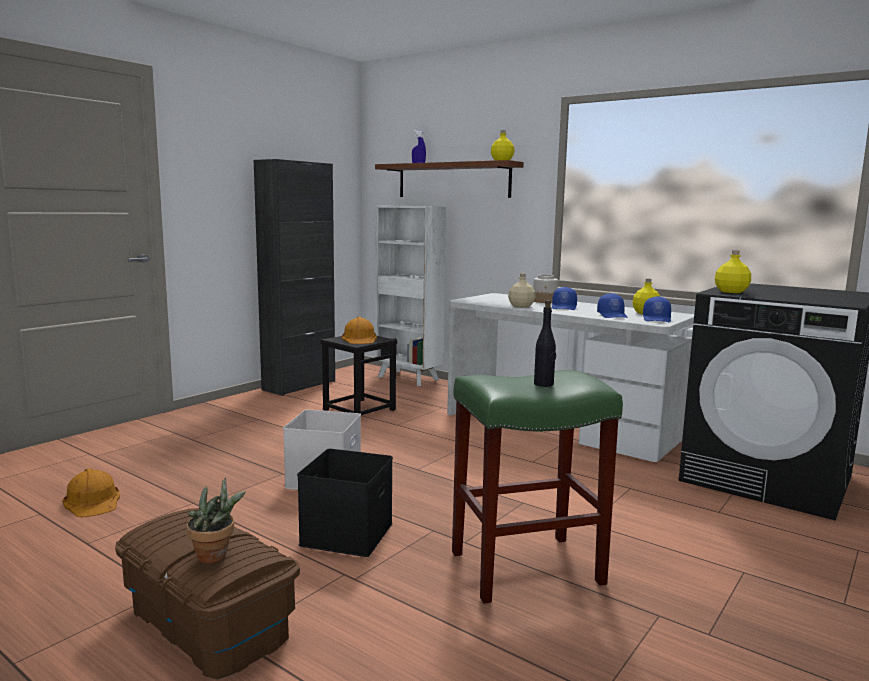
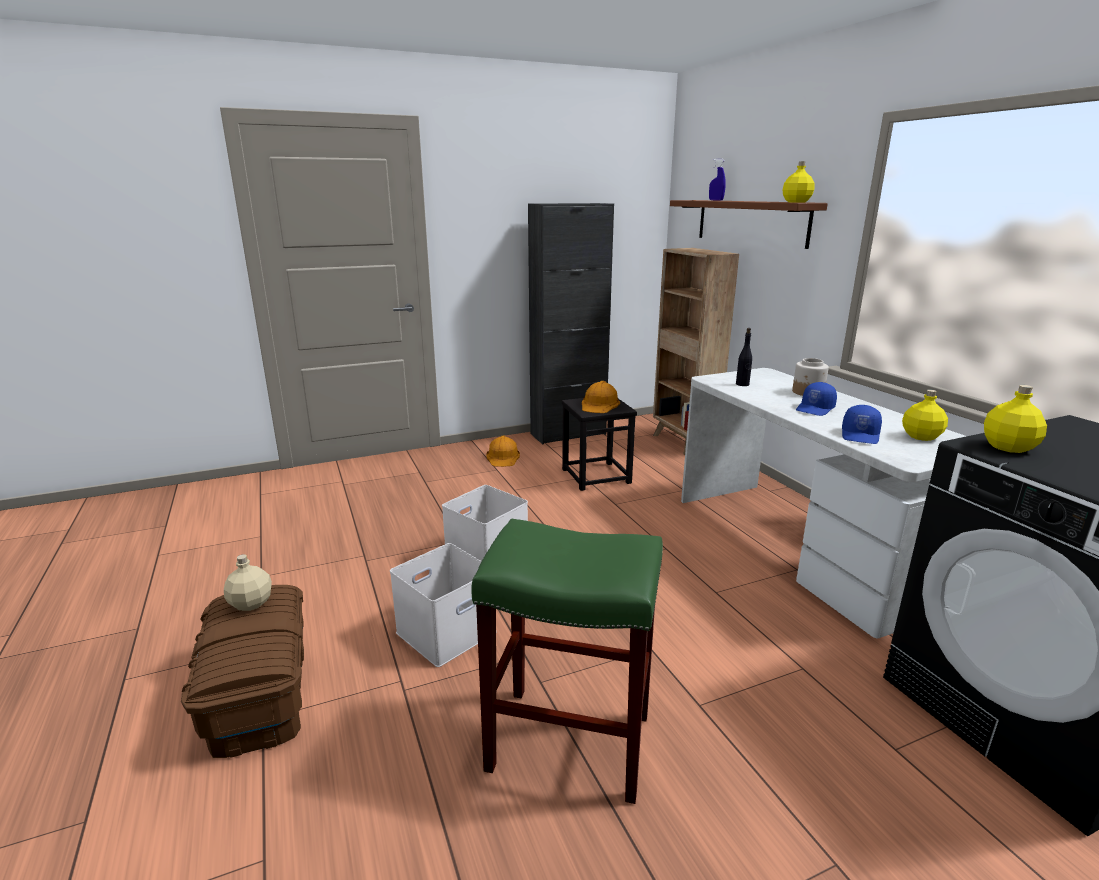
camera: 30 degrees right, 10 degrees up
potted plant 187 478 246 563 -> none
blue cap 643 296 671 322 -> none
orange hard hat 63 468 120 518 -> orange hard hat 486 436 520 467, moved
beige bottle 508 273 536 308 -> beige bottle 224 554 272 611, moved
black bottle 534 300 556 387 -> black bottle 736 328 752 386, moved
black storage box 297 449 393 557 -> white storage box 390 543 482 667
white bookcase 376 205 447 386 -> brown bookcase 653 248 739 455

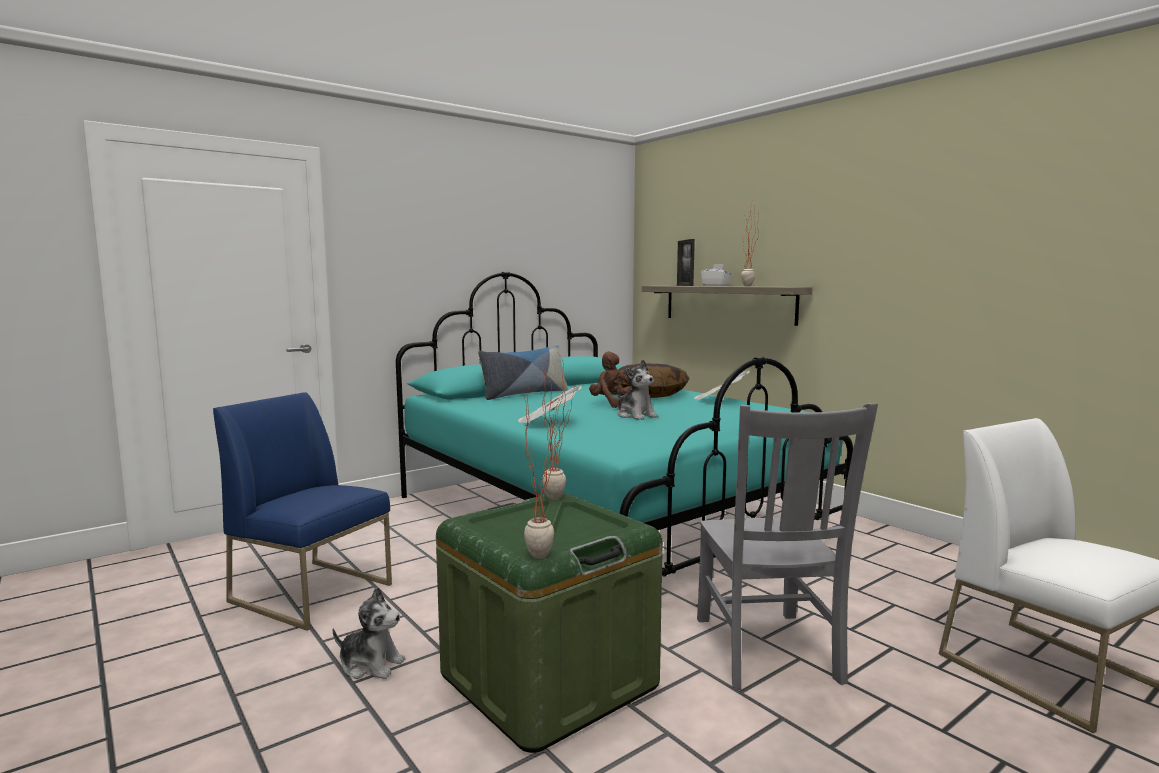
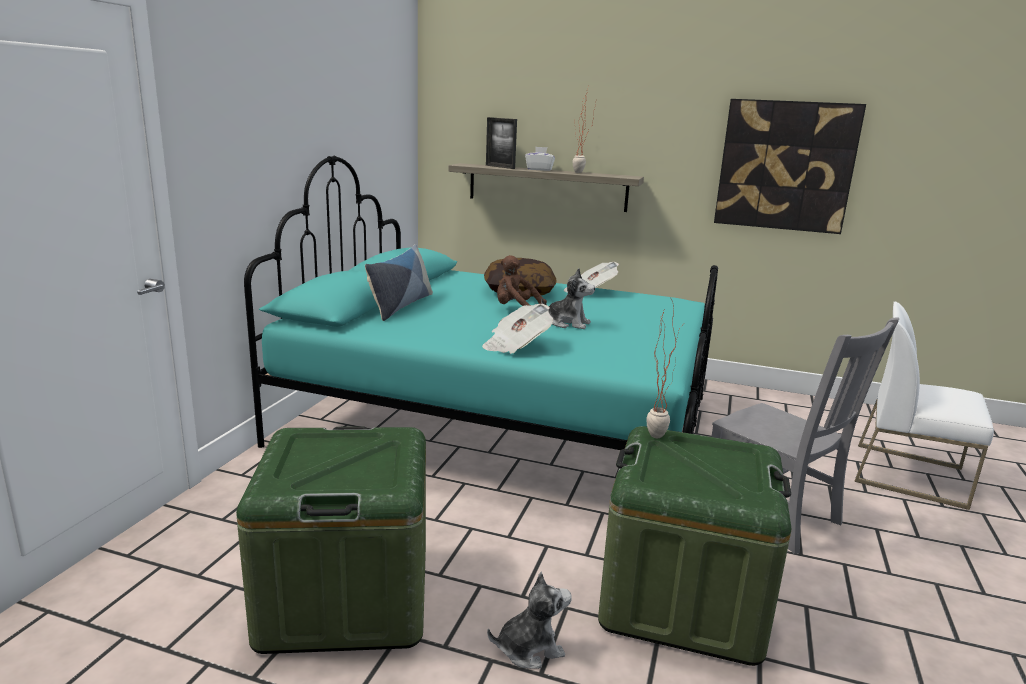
camera: 35 degrees left, 10 degrees up
potted plant 524 372 569 559 -> none
none -> picture 714 99 866 234
blue chair 213 392 392 631 -> green storage box 236 427 426 654

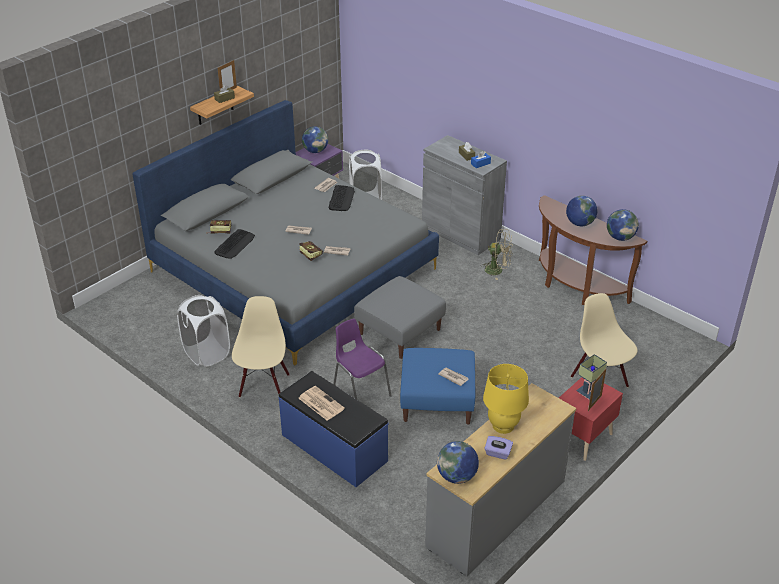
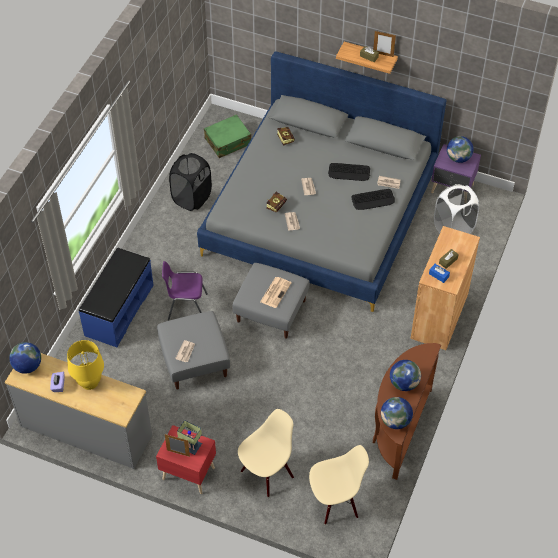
camera: 70 degrees right, 15 degrees up
beige fan 481 229 513 280 -> none
none -> green suitcase 204 114 251 158
keyboard 214 229 255 259 -> keyboard 328 163 370 181, moved
beige chair 232 296 290 397 -> beige chair 309 445 369 525, moved
newspaper 299 386 345 421 -> newspaper 260 277 292 308, moved
white laundry basket 177 295 230 367 -> black laundry basket 169 153 212 211
blue ottoman 400 348 475 424 -> grey ottoman 157 311 230 389
grey cabinet 422 135 507 255 -> brown cabinet 411 226 480 350
purple chair 333 318 392 399 -> purple chair 162 261 208 320, 120 degrees counterclockwise

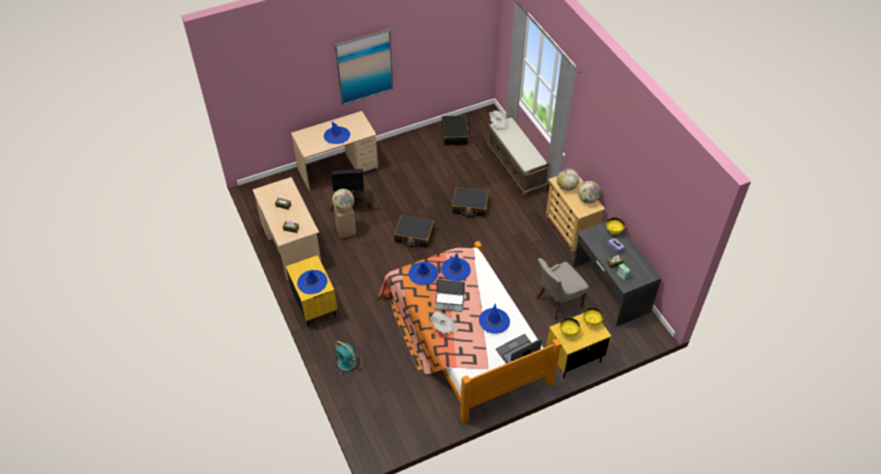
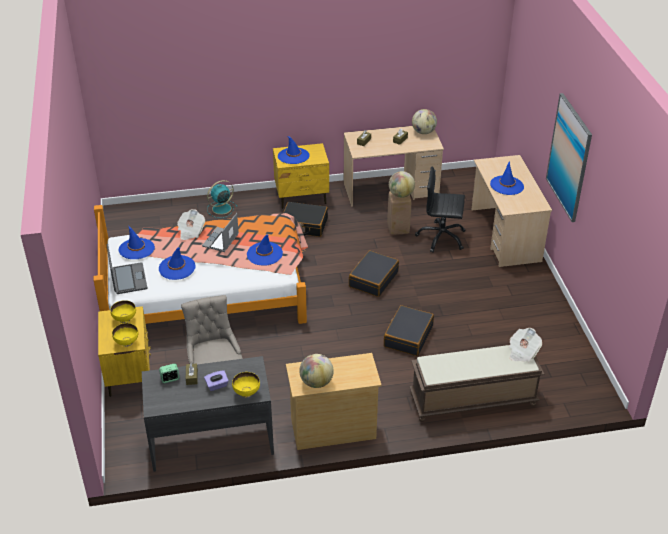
camera: 105 degrees right, 10 degrees down
blue hat 409 262 438 285 -> blue hat 118 226 155 259, moved
black suitcase 442 115 469 145 -> black suitcase 283 202 328 237, moved
globe 557 168 579 191 -> globe 412 109 437 134, moved

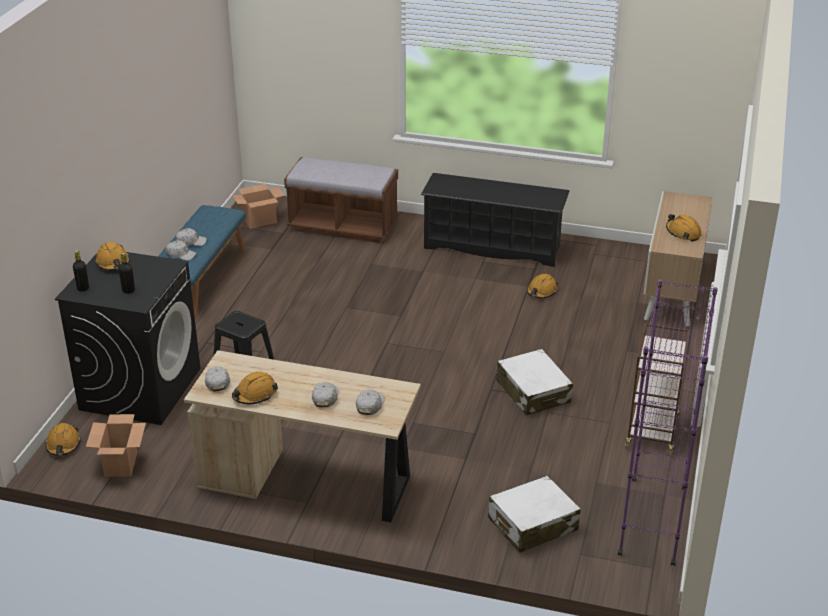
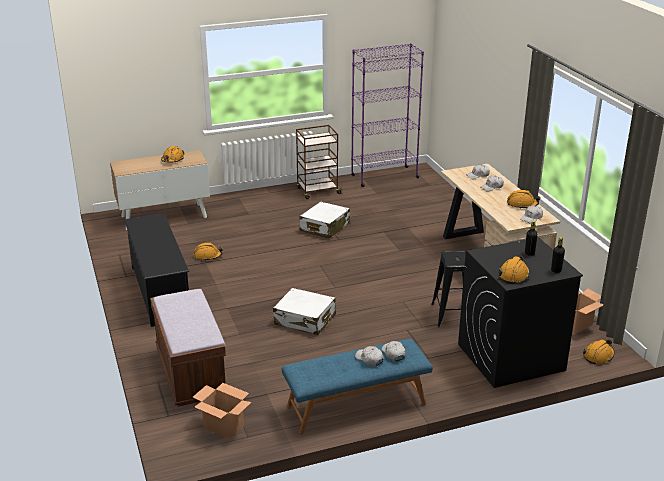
camera: 125 degrees left, 5 degrees down
white suitcase 488 476 581 553 -> white suitcase 273 288 336 335, moved

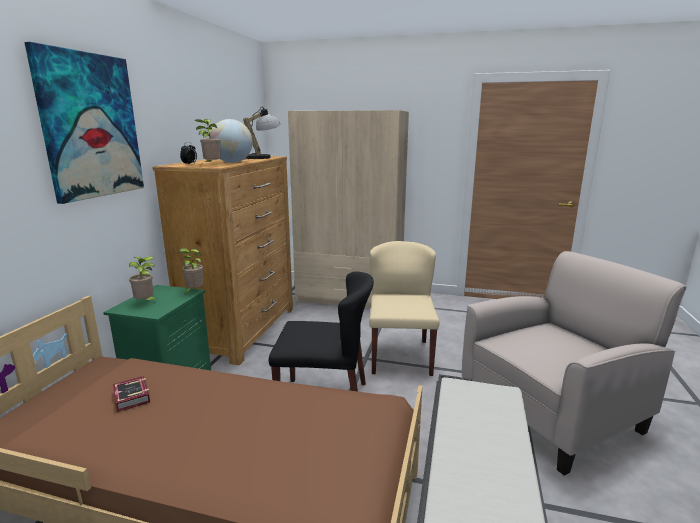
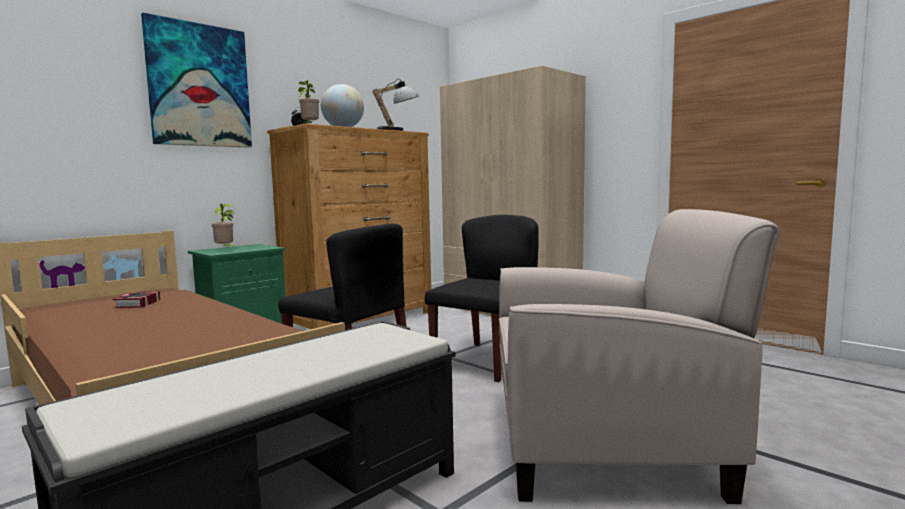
camera: 30 degrees right, 10 degrees down
potted plant 178 248 204 294 -> none
beige chair 369 241 439 376 -> black chair 425 215 539 382

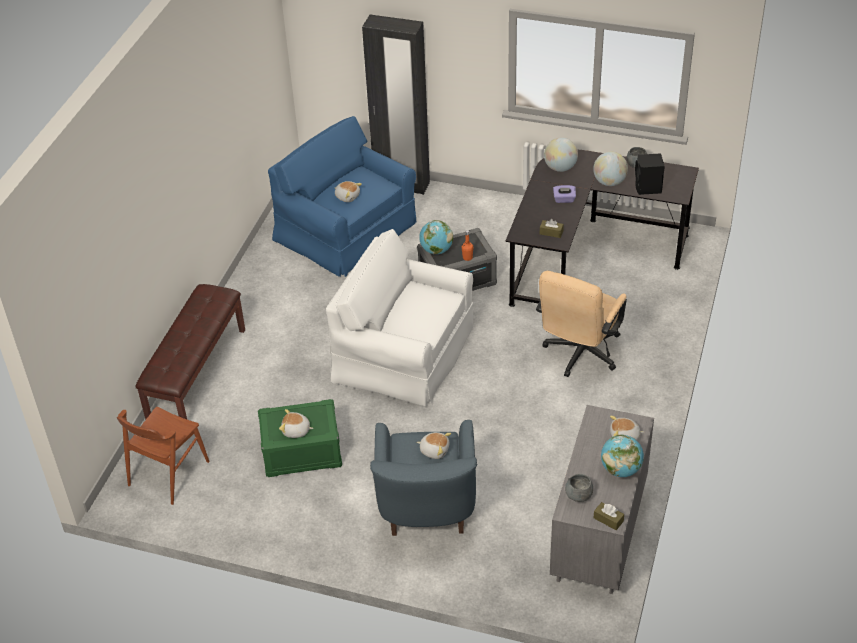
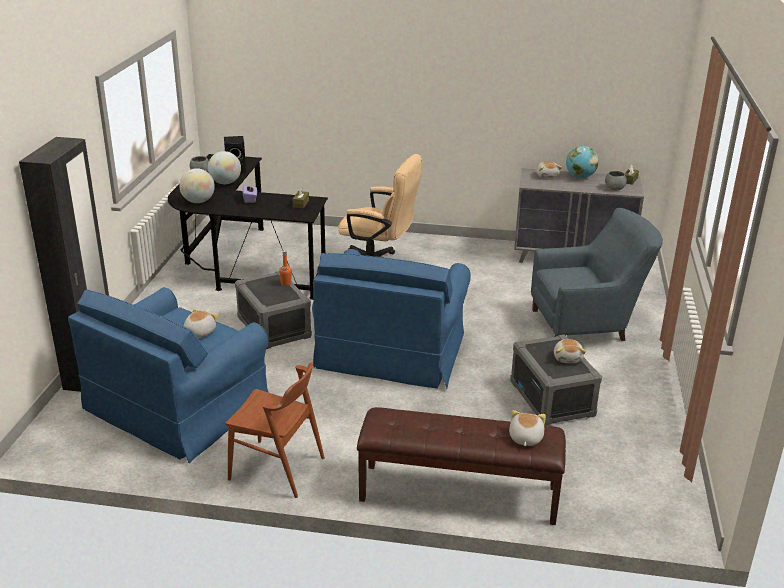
camera: 100 degrees left, 15 degrees down
globe 419 220 453 254 -> none
brown chair 117 407 209 505 -> brown chair 225 362 325 498, moved
plush toy 417 432 451 459 -> plush toy 509 410 546 446, moved
green storage box 258 399 342 477 -> grey storage box 510 335 602 425
white armchair 326 229 474 406 -> blue armchair 312 249 471 389

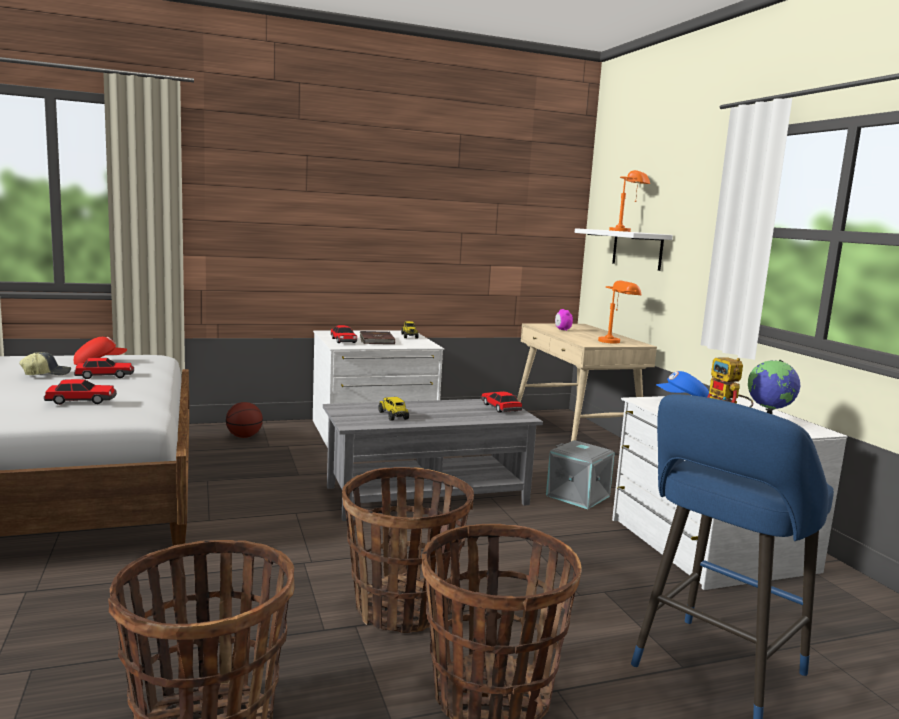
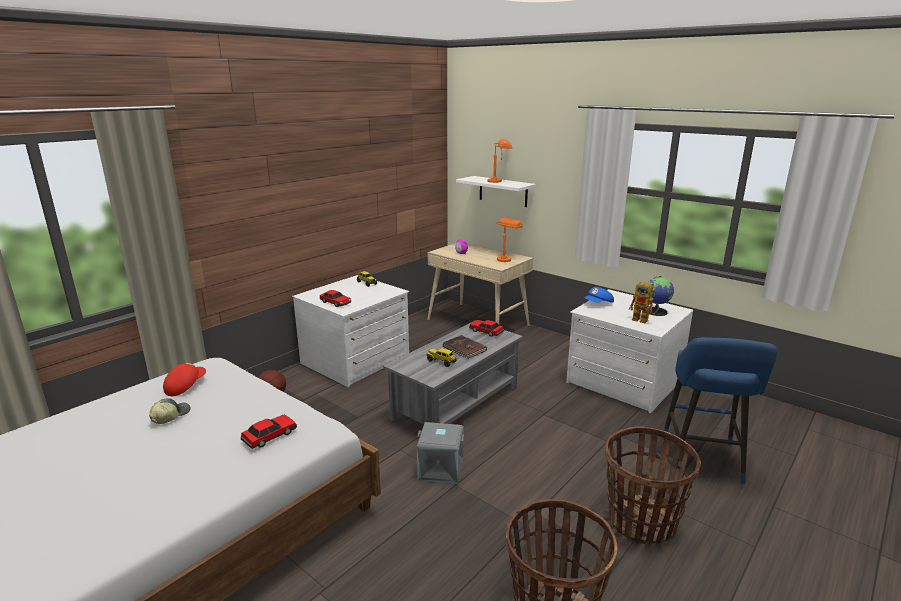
camera: 30 degrees left, 10 degrees up
toy car 74 358 134 379 -> none
basket 342 467 474 633 -> none
brown book 360 331 395 344 -> brown book 442 335 487 359, moved
grey storage box 546 440 615 509 -> grey storage box 417 422 464 484, moved

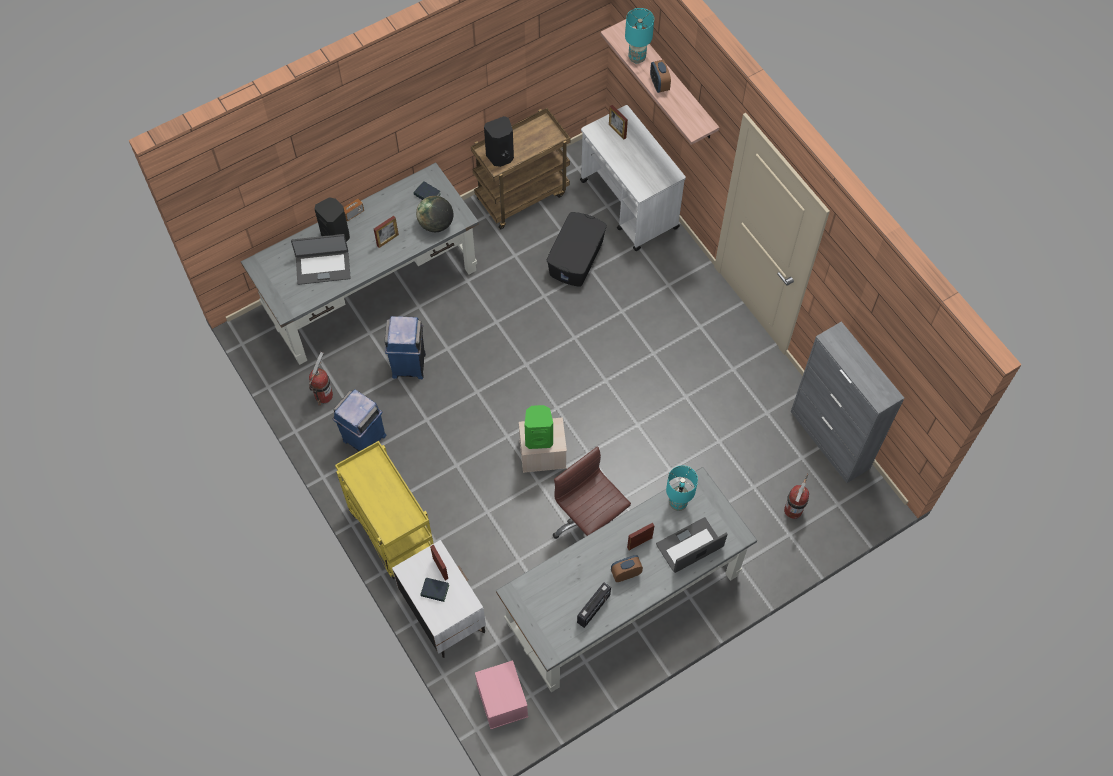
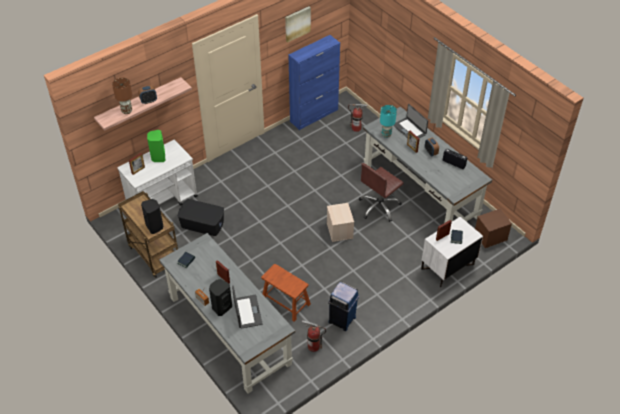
camera: 95 degrees left, 15 degrees down
yellow cart 335 441 434 579 -> none
globe 416 196 453 232 -> none
none -> picture 285 7 311 43
green speaker 525 405 553 449 -> green speaker 147 130 165 162, moved
blue trash can 385 316 426 379 -> brown stool 261 264 311 322
pink storage box 475 660 528 729 -> brown storage box 475 209 512 248
turquoise table lamp 625 8 654 64 -> brown table lamp 112 78 132 114
grey cabinet 791 322 904 483 -> blue cabinet 289 35 340 130

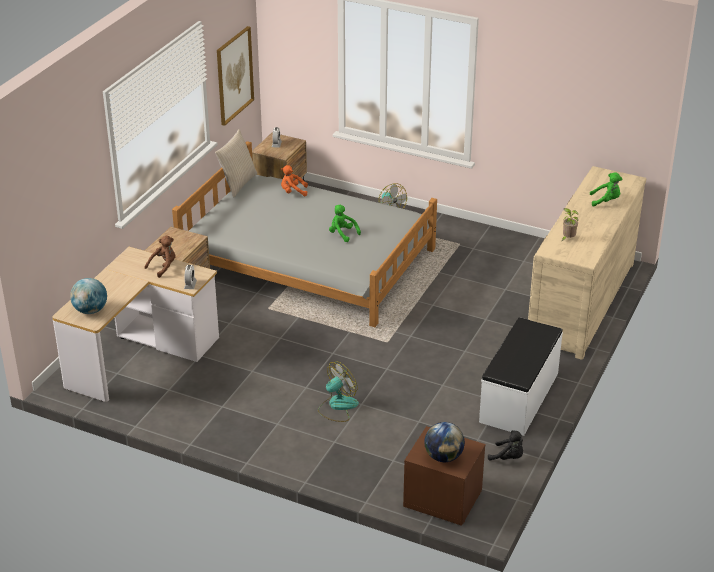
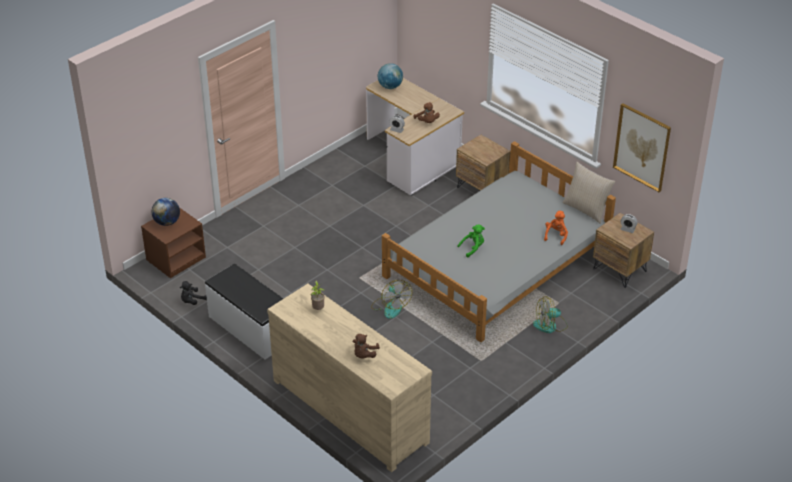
camera: 110 degrees right, 5 degrees up
fan 318 362 359 422 -> fan 371 280 412 319, moved
green plush toy 590 172 622 207 -> brown plush toy 353 334 380 359

